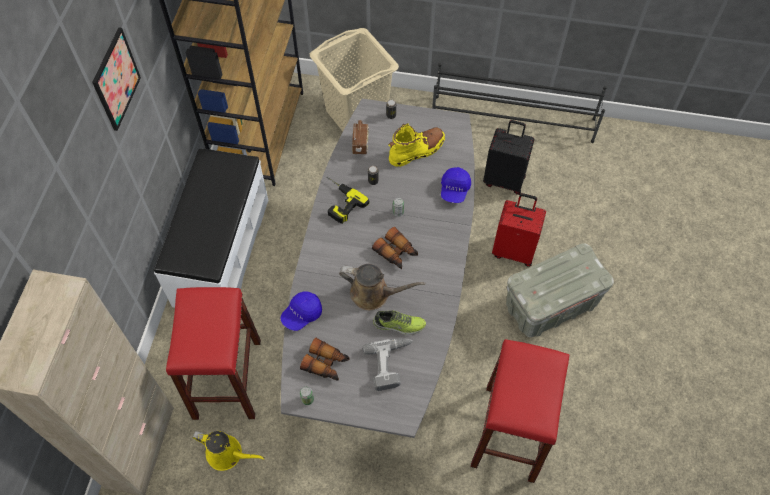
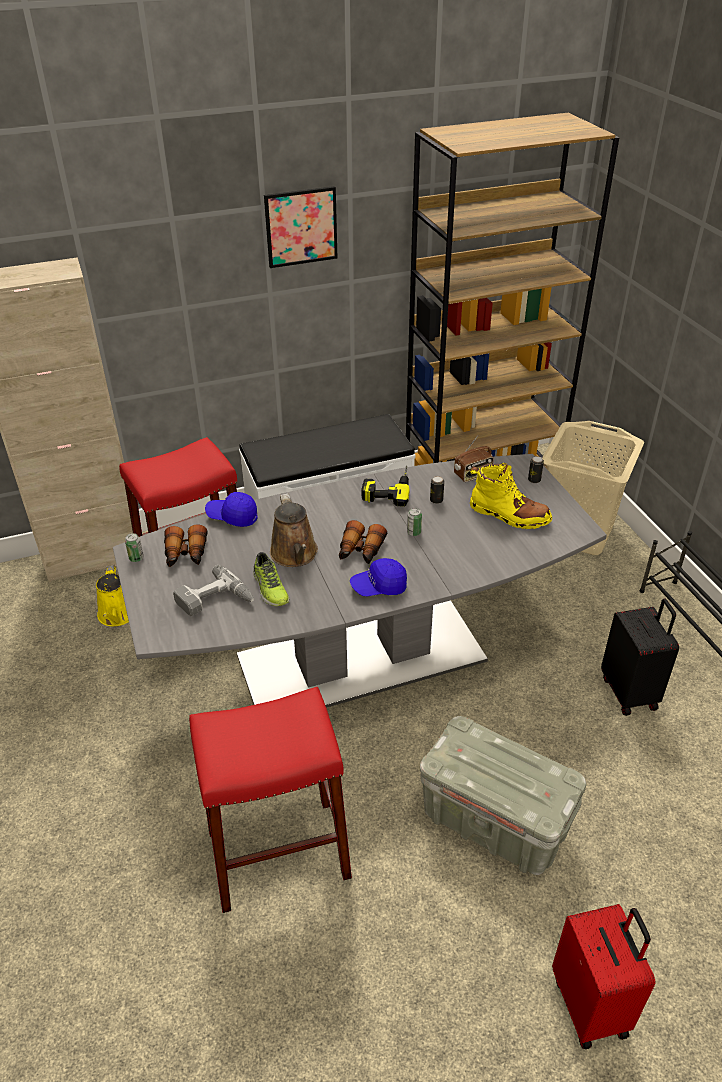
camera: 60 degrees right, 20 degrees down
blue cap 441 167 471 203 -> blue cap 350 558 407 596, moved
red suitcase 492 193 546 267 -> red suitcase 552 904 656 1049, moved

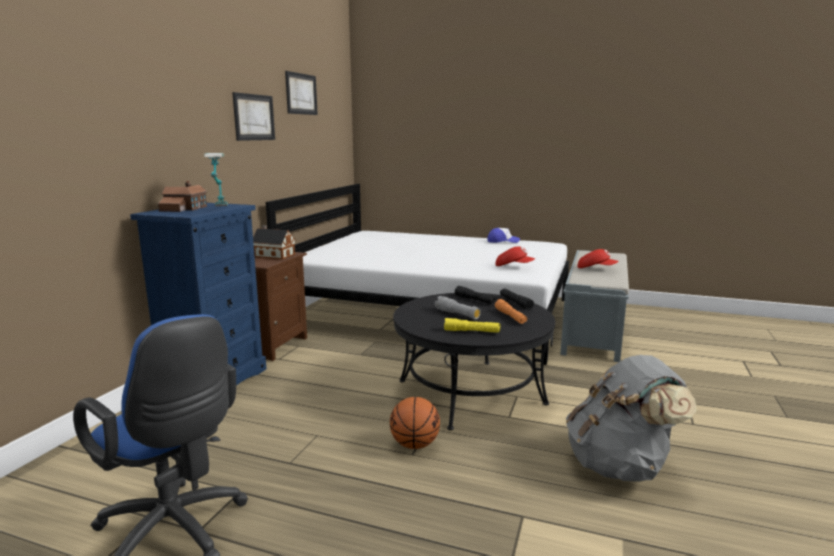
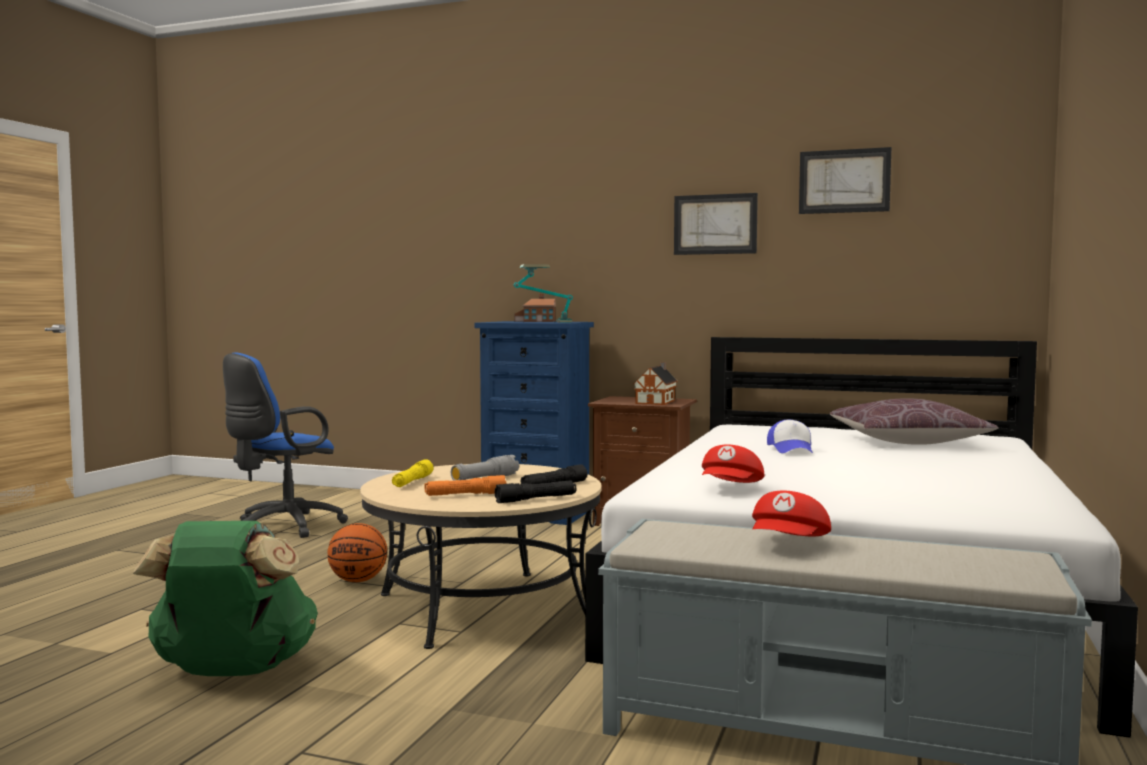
camera: 90 degrees right, 10 degrees down
none -> brown pillow 830 398 999 445
cap 487 228 520 243 -> cap 767 419 813 453, moved
black coffee table 393 293 555 430 -> beige coffee table 360 464 602 649
grey backpack 566 355 697 482 -> green backpack 133 521 318 676

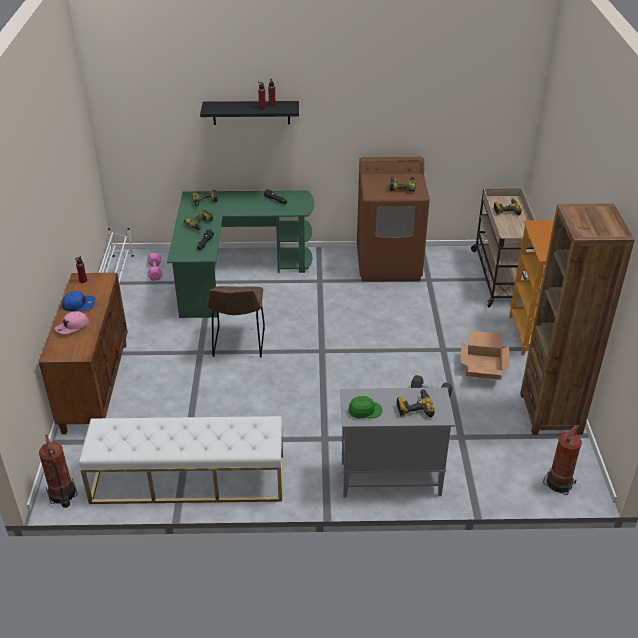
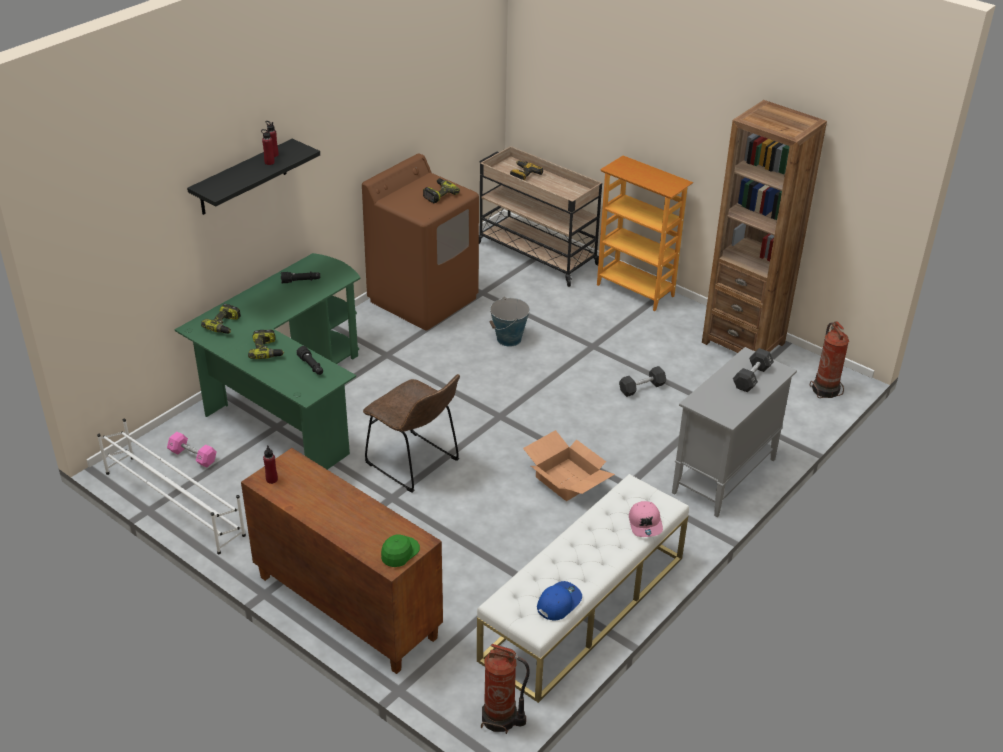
camera: 50 degrees left, 0 degrees up
none -> bucket 490 297 530 347
pink cap 54 311 90 334 -> pink cap 629 501 663 537, moved
blue cap 62 291 96 311 -> blue cap 537 581 582 621, moved
green cap 349 396 382 419 -> green cap 381 534 420 567, moved
cardboard box 461 331 510 380 -> cardboard box 523 430 615 501, moved
power drill 397 389 435 417 -> black dumbbell 733 348 774 392

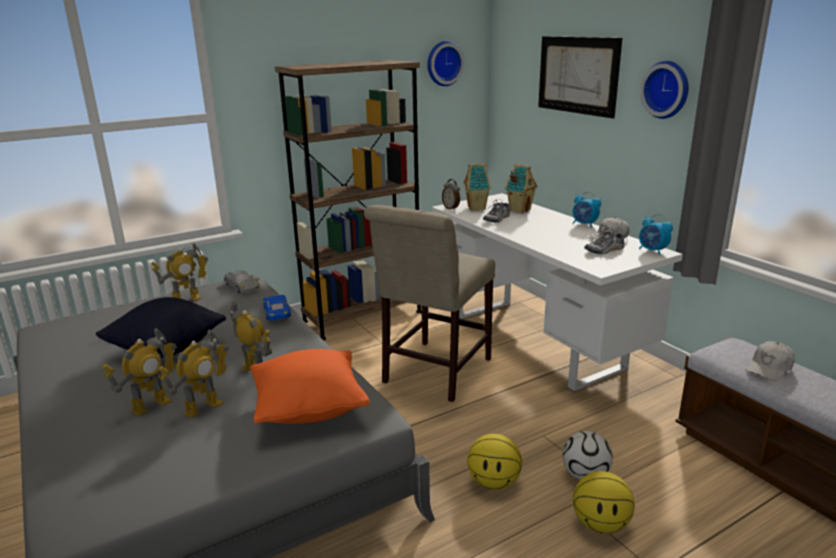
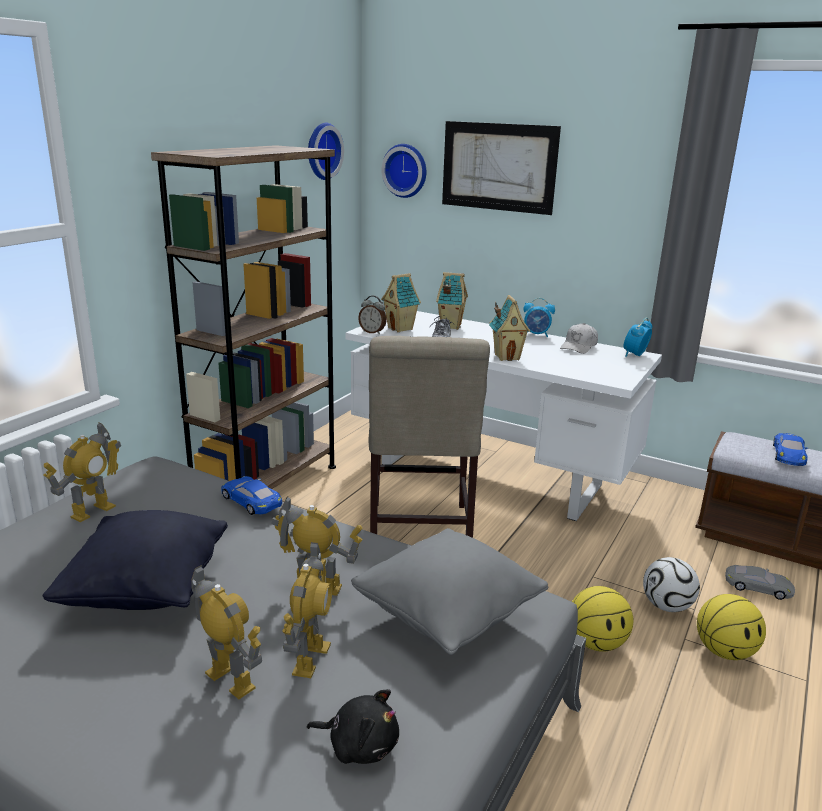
camera: 30 degrees left, 0 degrees up
shoe 584 228 625 255 -> none
none -> black plush toy 307 689 399 764
none -> toy house 489 295 531 361
grey toy car 224 270 259 293 -> grey toy car 725 565 795 600, moved
wall clock 640 61 689 119 -> wall clock 381 144 426 198, moved
white cap 745 341 795 381 -> blue toy car 773 433 808 466
orange pillow 251 349 370 424 -> grey pillow 351 528 548 655
toy robot 103 327 177 416 -> toy robot 191 565 262 699, 60 degrees counterclockwise
alarm clock 639 214 673 255 -> alarm clock 624 318 652 357, 105 degrees clockwise

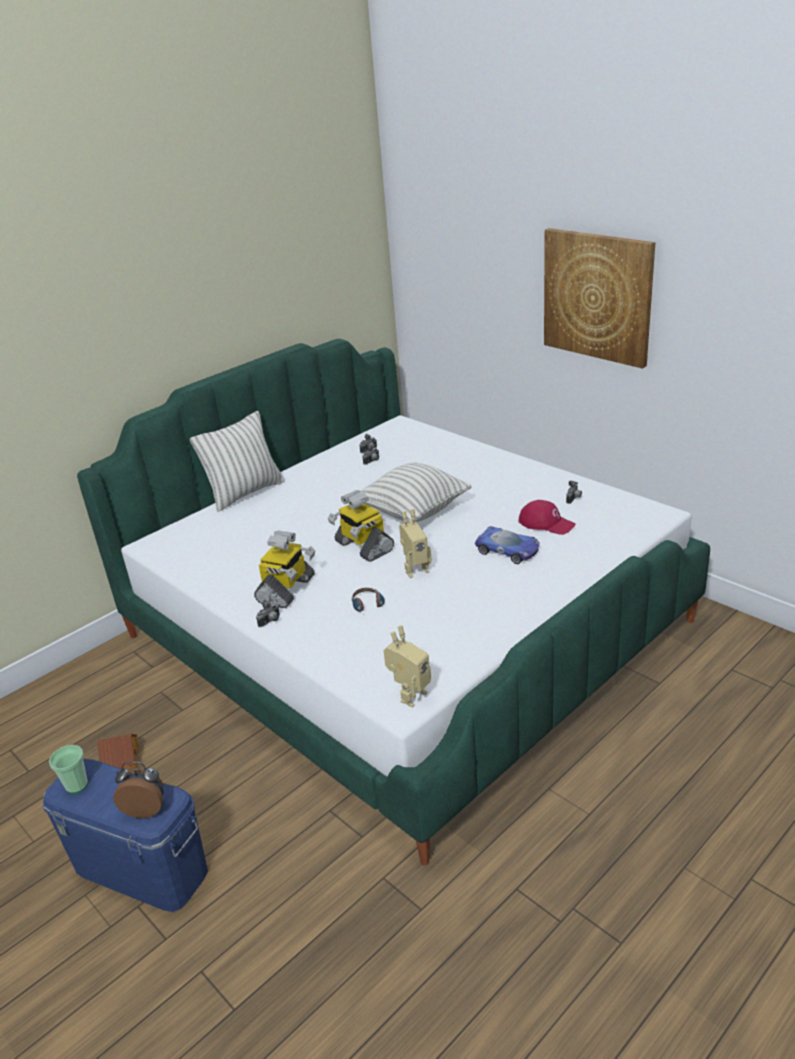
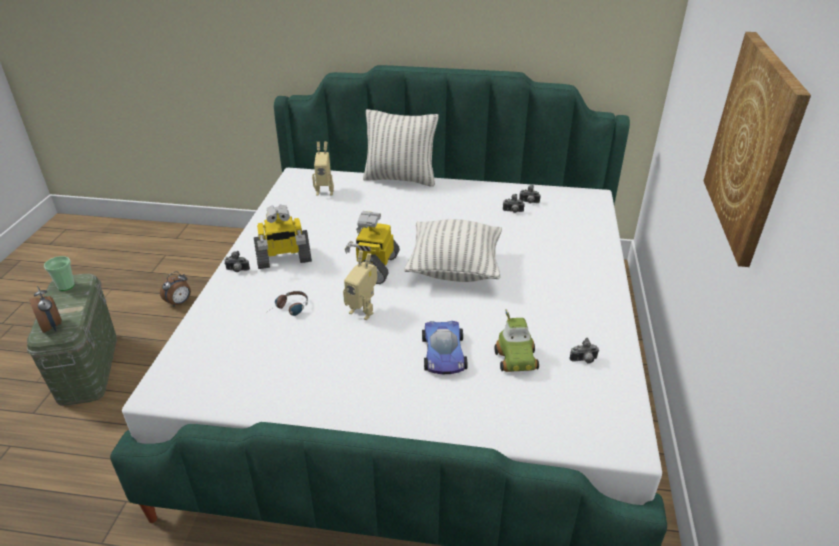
camera: 50 degrees right, 5 degrees up
toy robot 383 625 431 708 -> toy robot 312 142 334 196, moved
toy house 96 734 139 771 -> alarm clock 160 271 191 307
red cap 518 500 576 535 -> toy car 494 309 539 372
blue storage box 43 758 208 912 -> green storage box 27 274 117 406

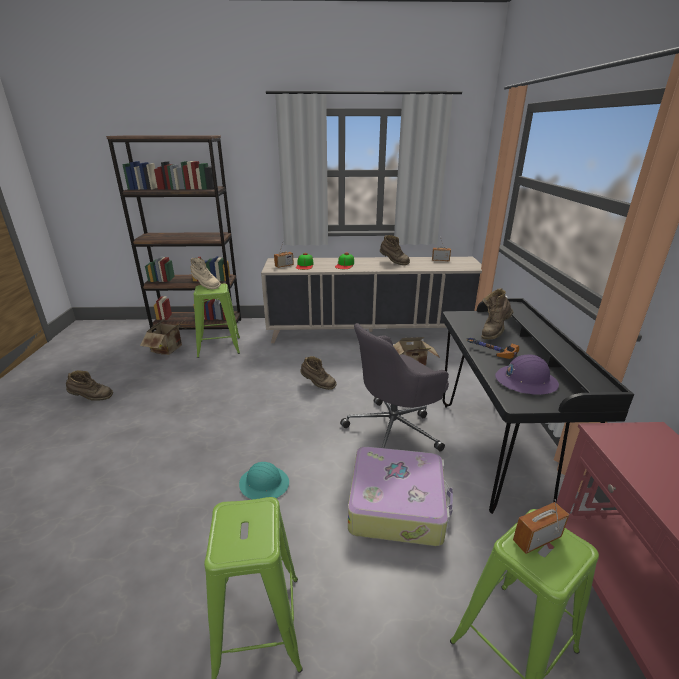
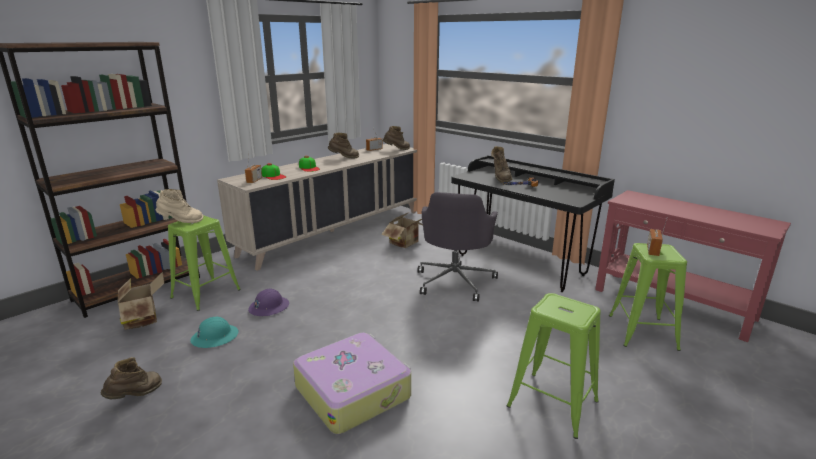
camera: 45 degrees left, 5 degrees down
turquoise hard hat 239 462 289 499 -> turquoise hard hat 190 317 238 348, moved
brown boot 301 356 336 390 -> brown boot 383 126 410 150, moved
suitcase 348 447 453 546 -> suitcase 293 333 411 434, moved
purple hard hat 495 355 559 395 -> purple hard hat 248 289 289 316, moved

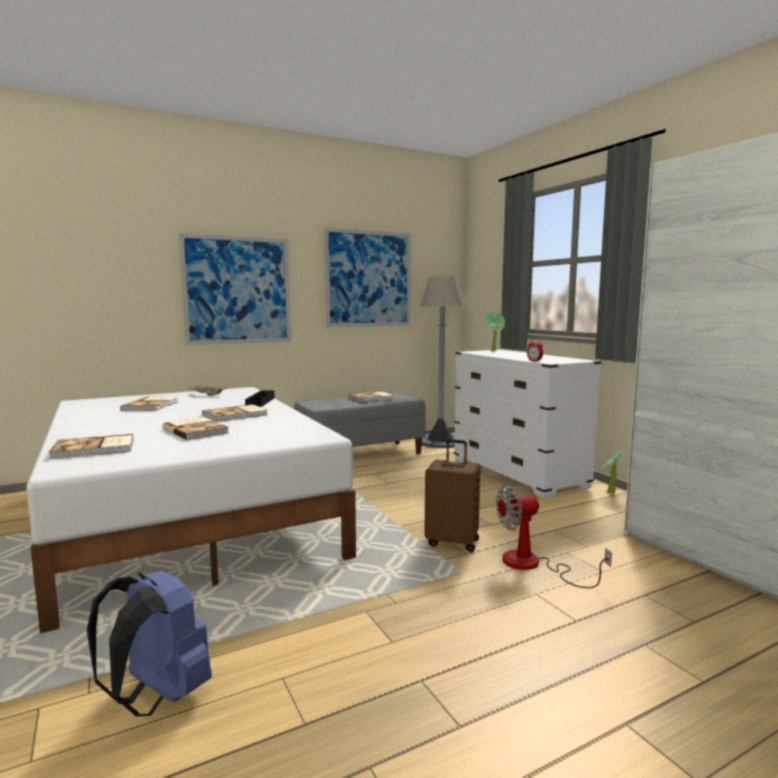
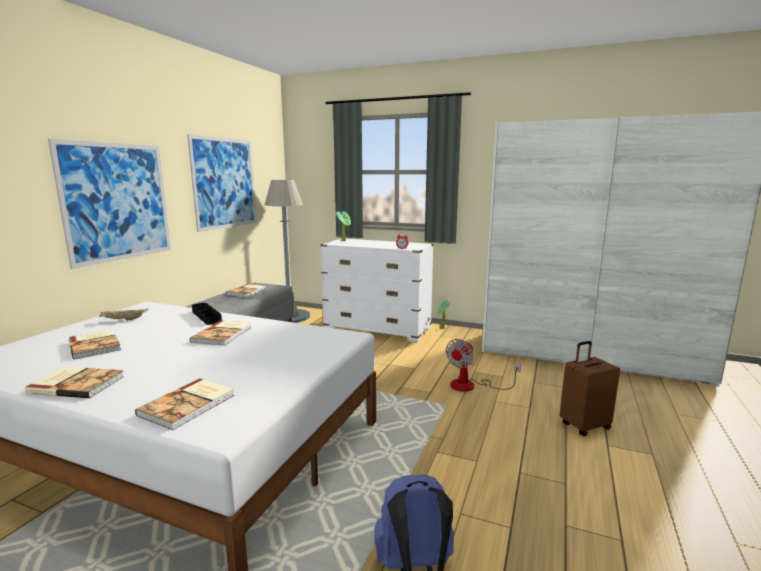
camera: 40 degrees left, 5 degrees up
book 162 417 229 440 -> book 25 366 125 398, moved
brown suitcase 424 439 480 552 -> brown suitcase 560 341 620 436, moved

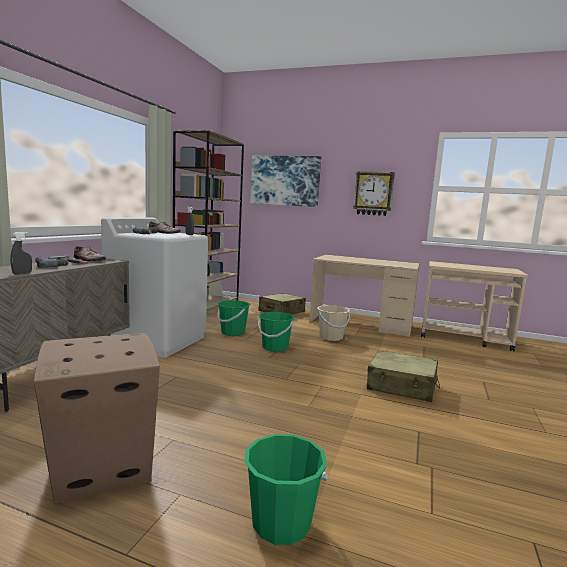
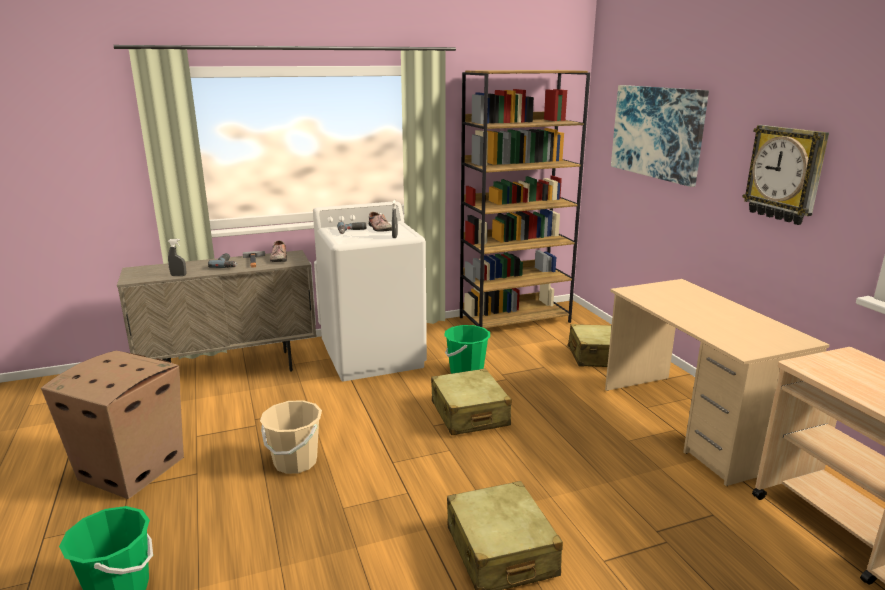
camera: 50 degrees right, 10 degrees up
beige bucket 317 305 350 341 -> beige bucket 260 400 322 474, moved
green bucket 258 312 295 352 -> beige suitcase 431 368 511 435

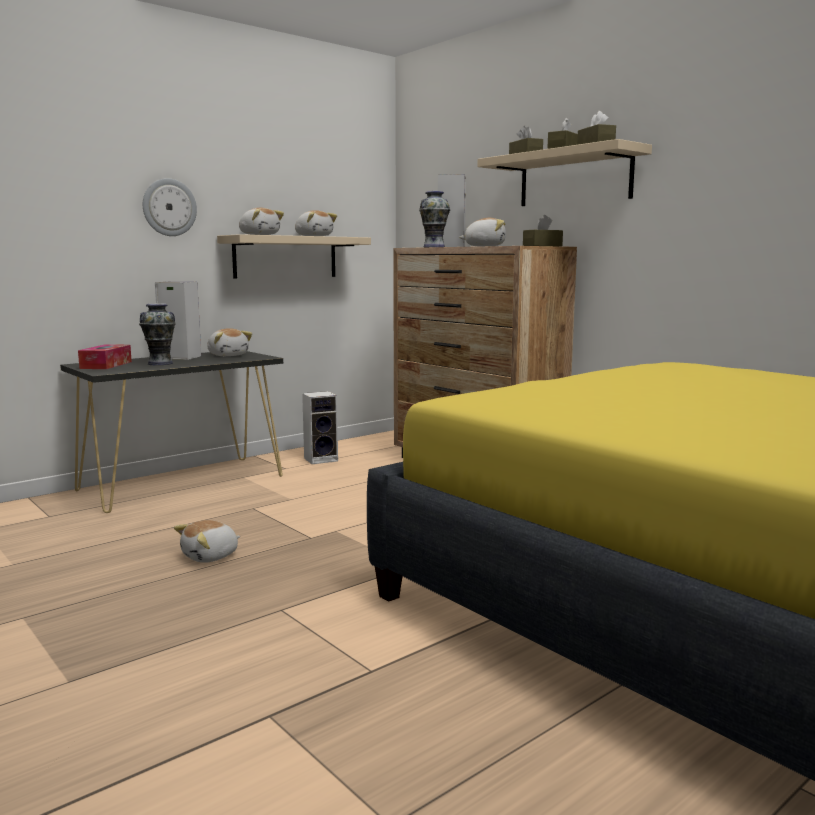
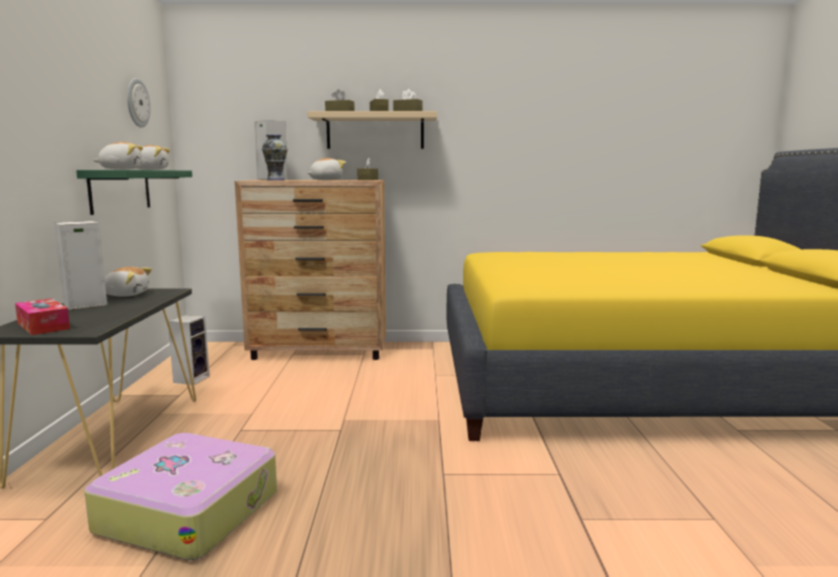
camera: 50 degrees left, 0 degrees up
vase 139 303 176 365 -> none
plush toy 174 520 240 563 -> none
none -> suitcase 84 433 277 560
wall clock 143 178 197 236 -> wall clock 127 78 151 128, moved
beige shelf 217 234 371 279 -> green shelf 76 170 192 215

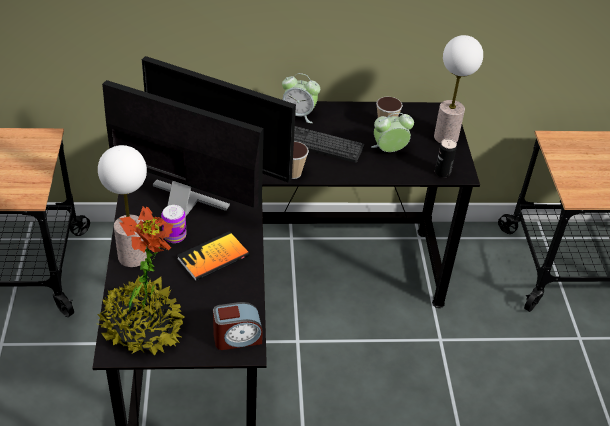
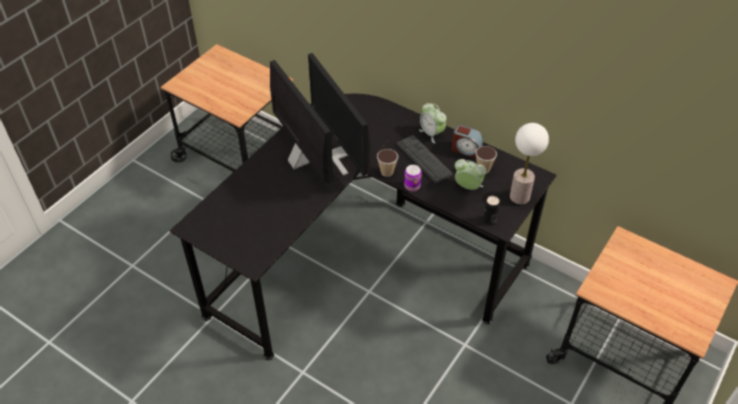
camera: 40 degrees right, 5 degrees up
potted plant 97 206 184 356 -> none
table lamp 98 145 147 267 -> none
book 177 231 249 281 -> none
can 161 205 187 243 -> can 404 165 422 191, moved
alarm clock 213 302 263 350 -> alarm clock 452 124 483 158, moved

